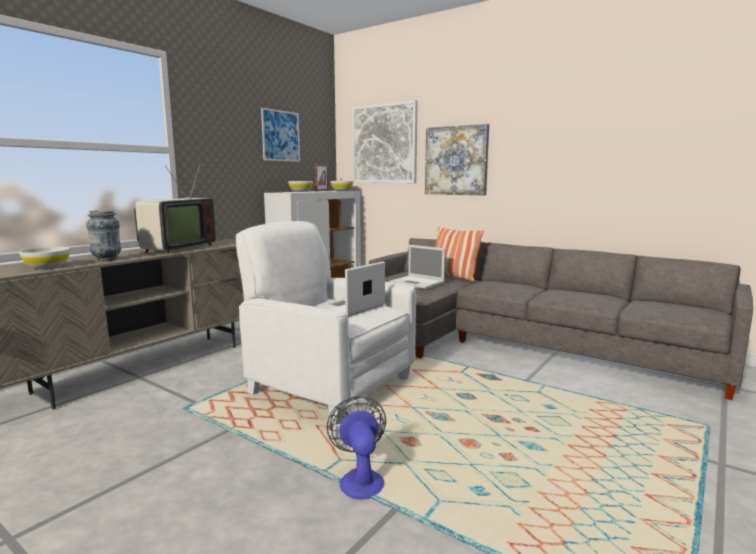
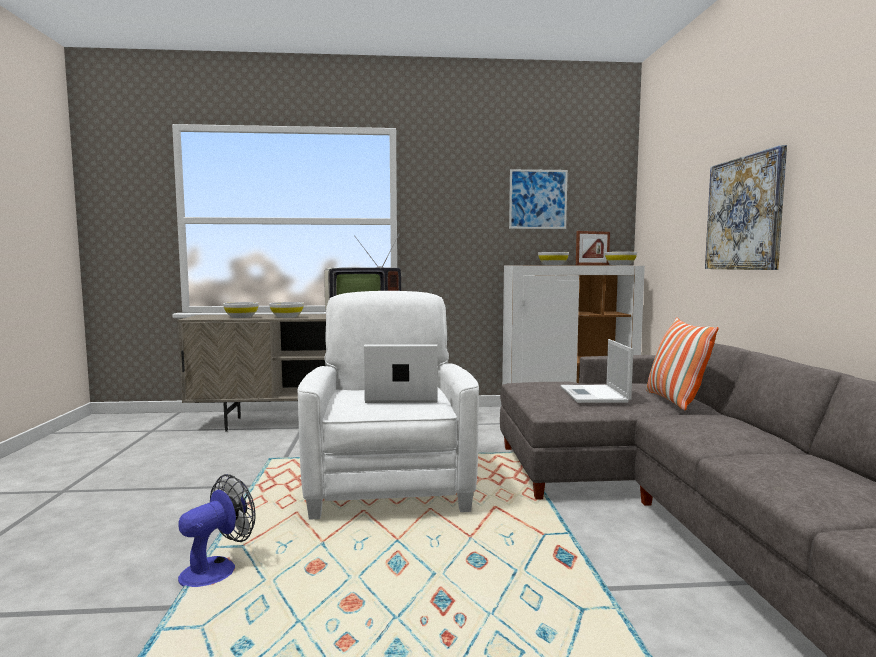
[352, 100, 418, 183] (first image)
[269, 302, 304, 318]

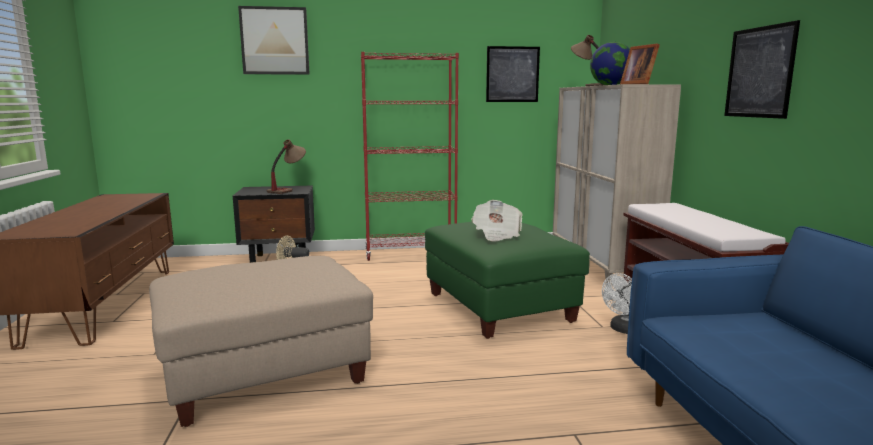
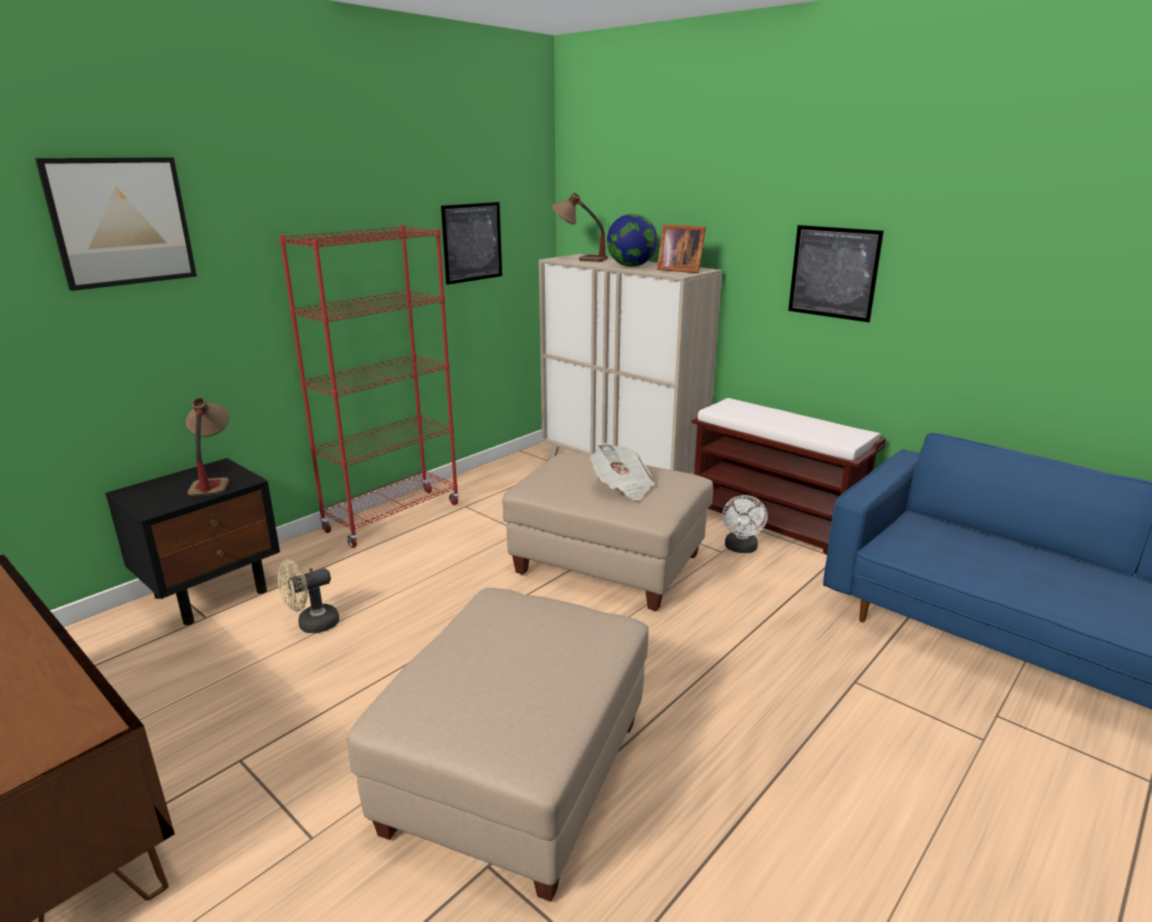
[502, 452, 713, 611]

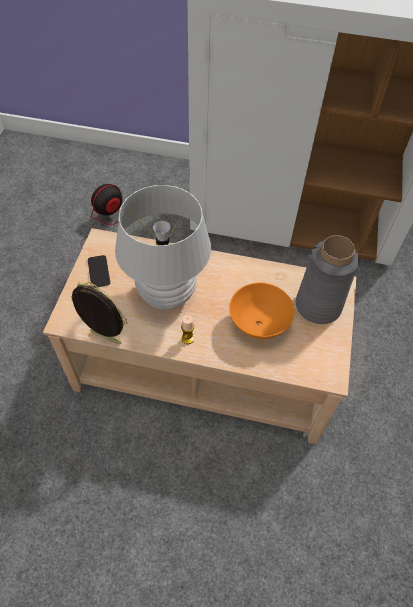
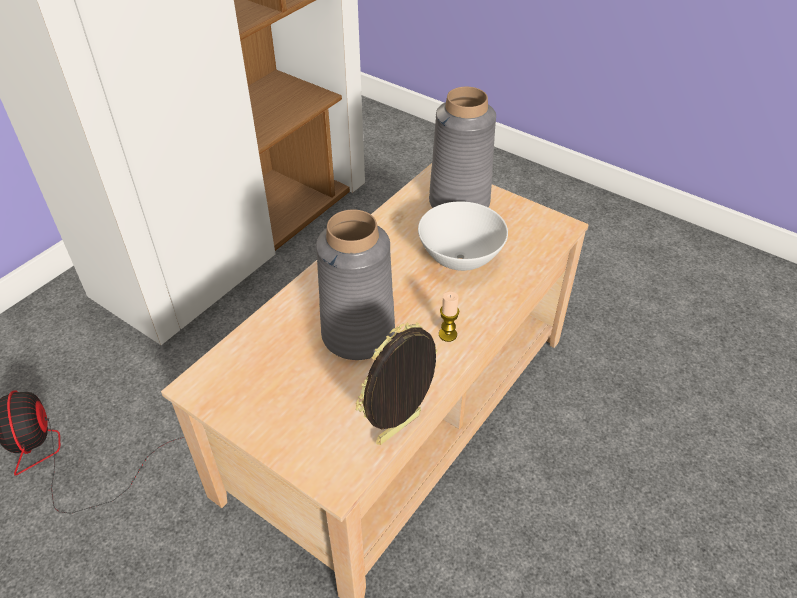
[316, 209, 395, 360]
[88, 255, 110, 288] (first image)
[418, 201, 508, 271]

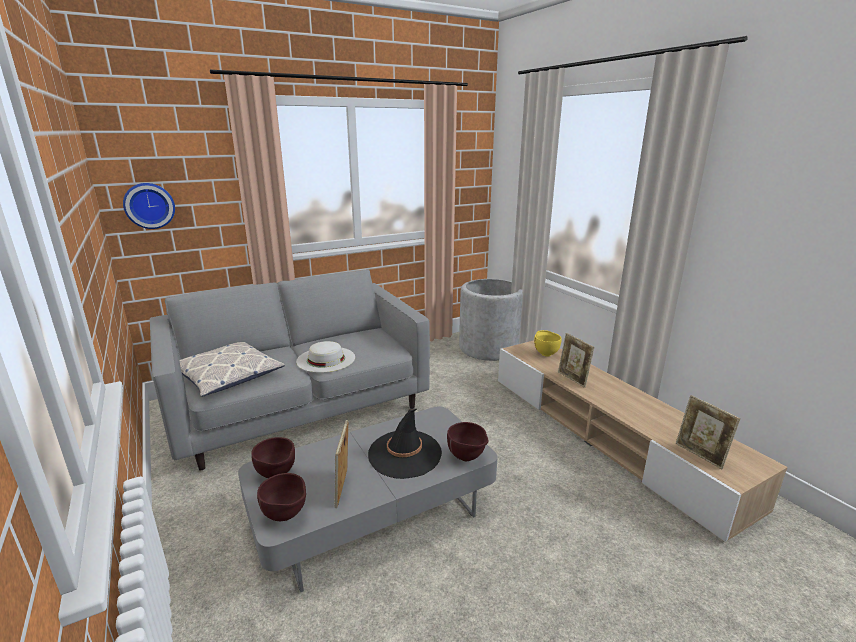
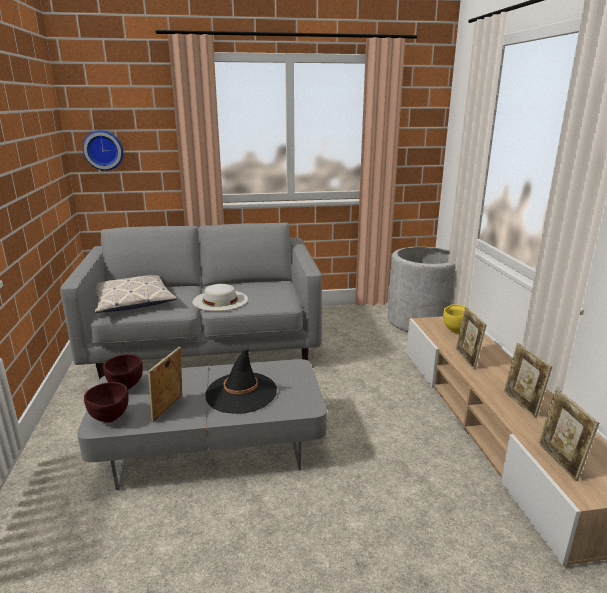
[447, 422, 488, 461] (first image)
[504, 343, 552, 418]

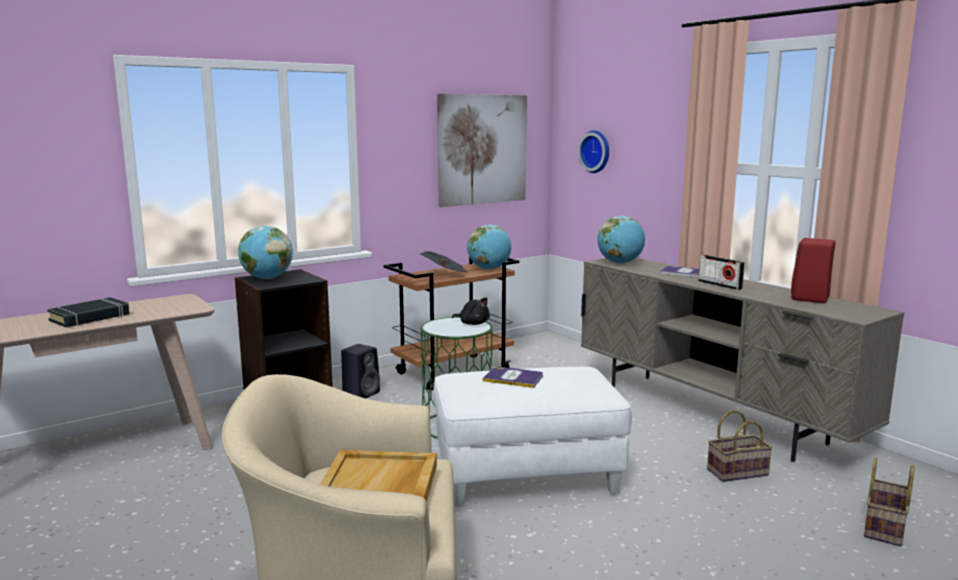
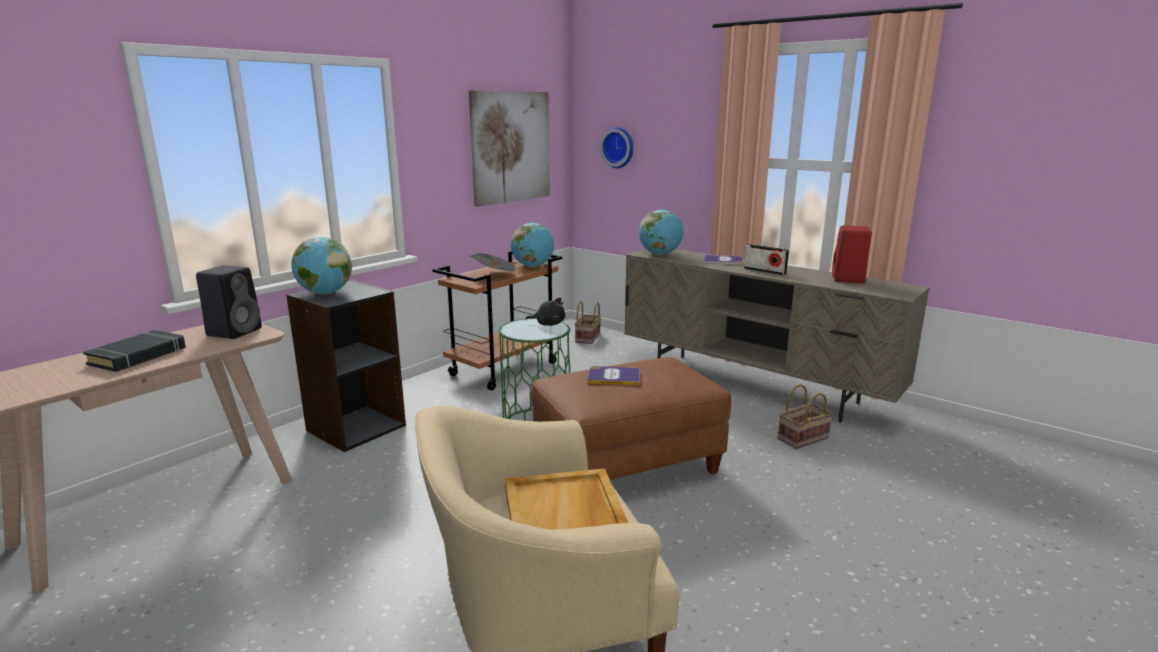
[196, 265, 262, 339]
[531, 357, 731, 480]
[575, 301, 601, 344]

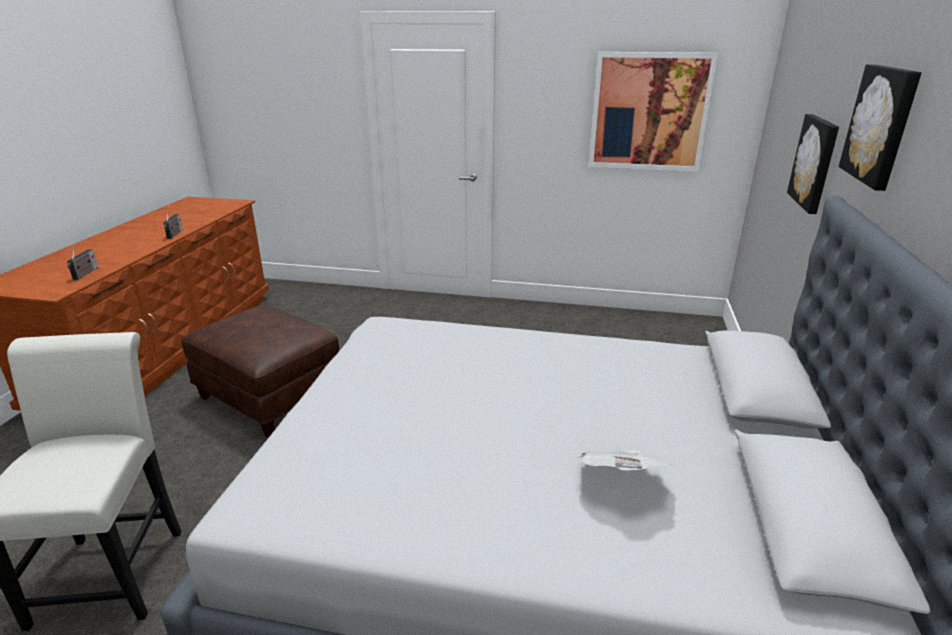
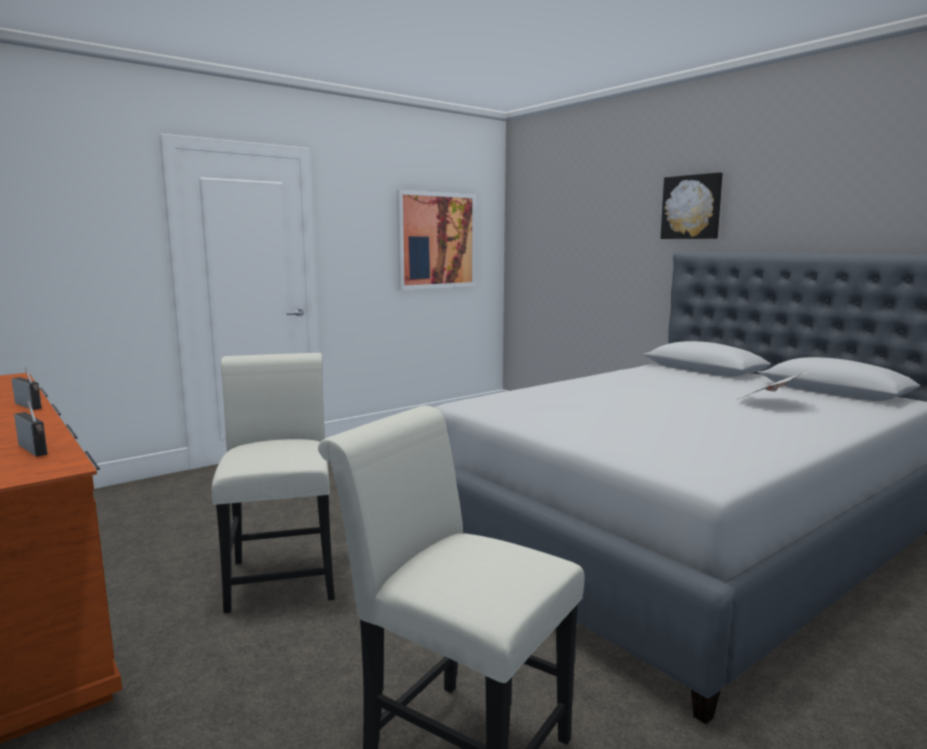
[787, 114, 839, 214] (first image)
[212, 353, 335, 613]

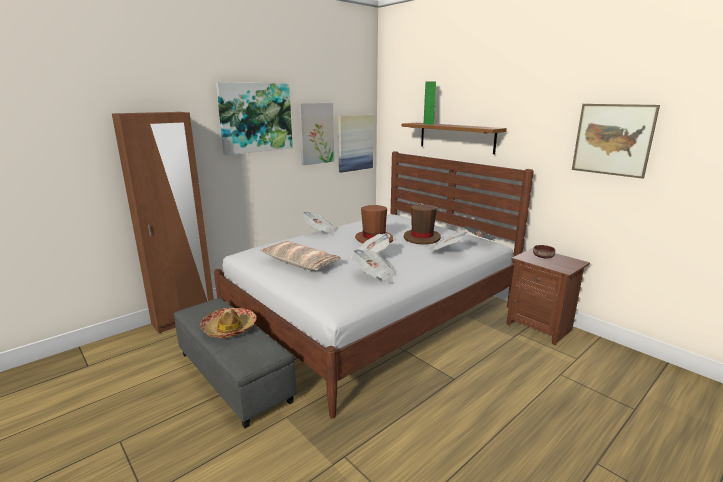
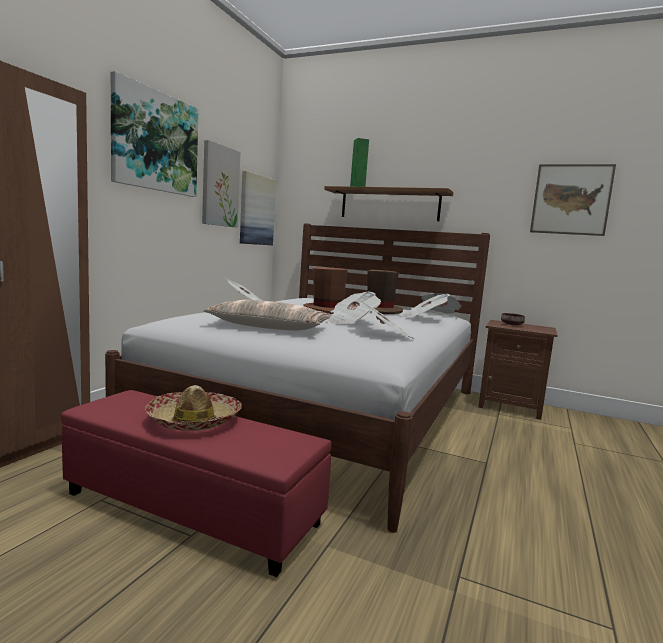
[61, 390, 332, 577]

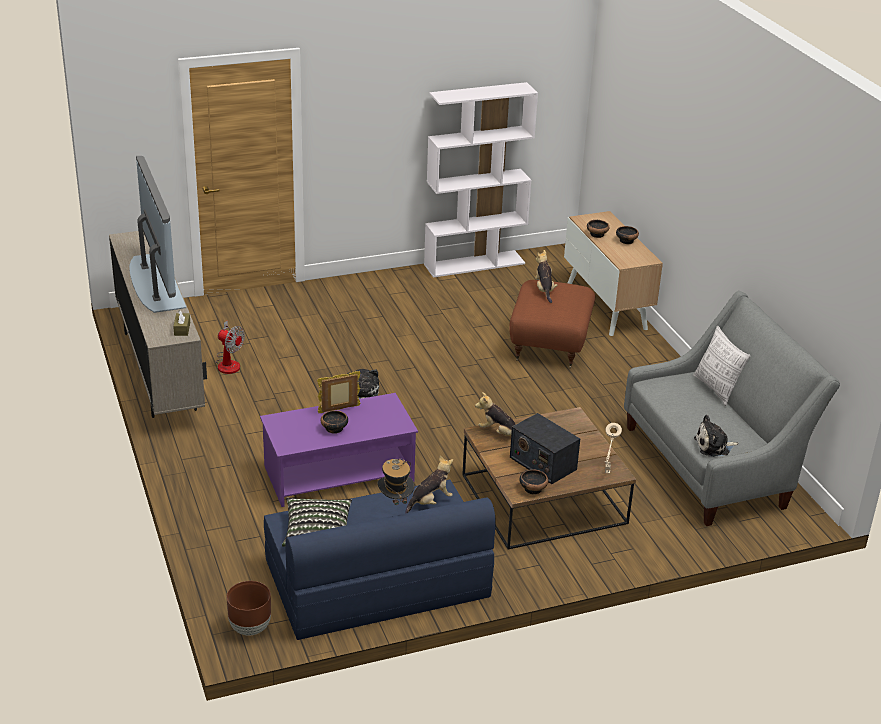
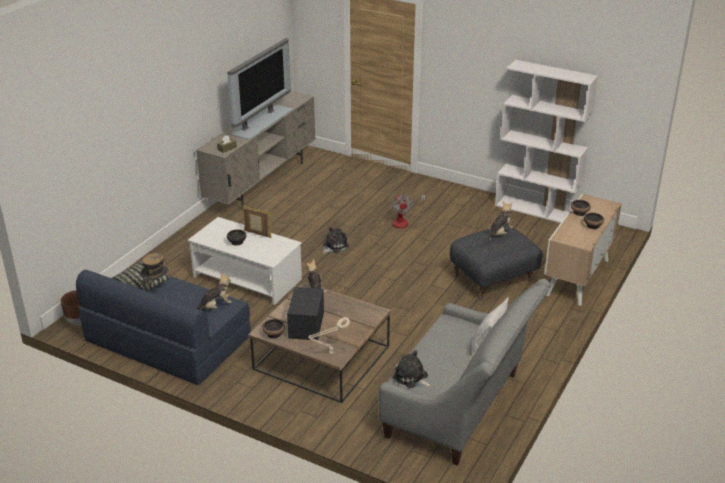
[450, 225, 543, 299]
[392, 194, 425, 228]
[188, 217, 302, 305]
[197, 273, 232, 310]

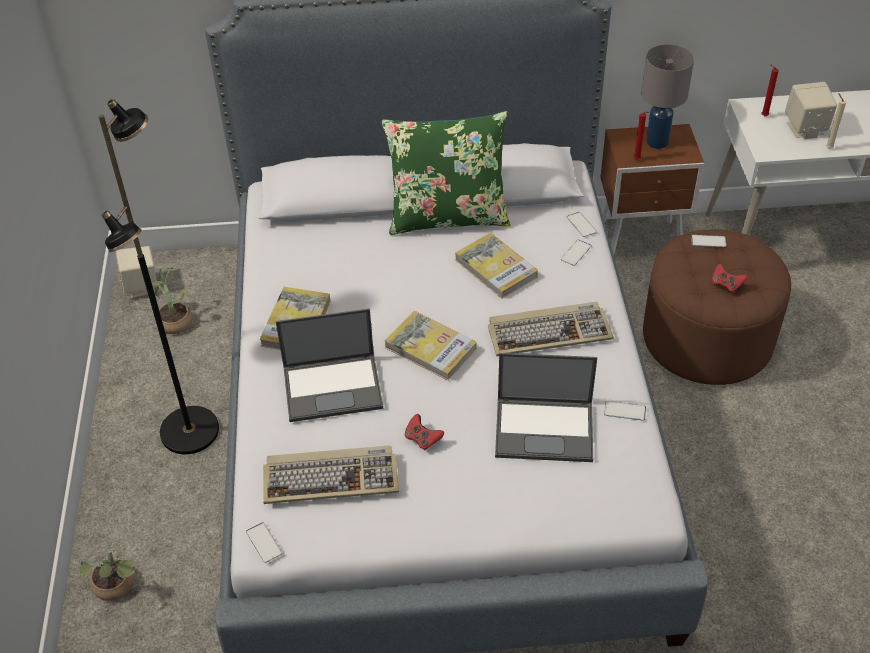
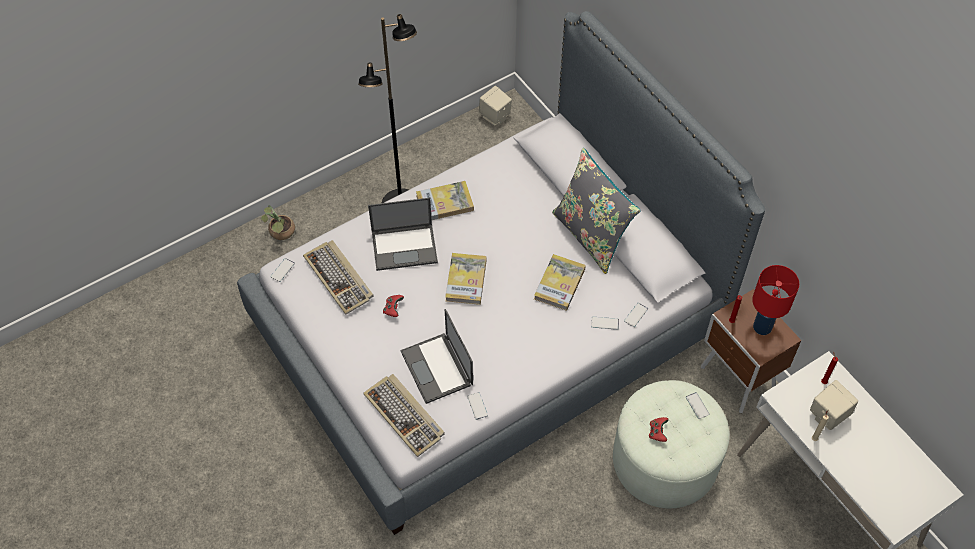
[752, 265, 799, 335]
[552, 148, 641, 274]
[613, 380, 730, 508]
[152, 265, 193, 334] (first image)
[363, 374, 445, 457]
[368, 198, 438, 271]

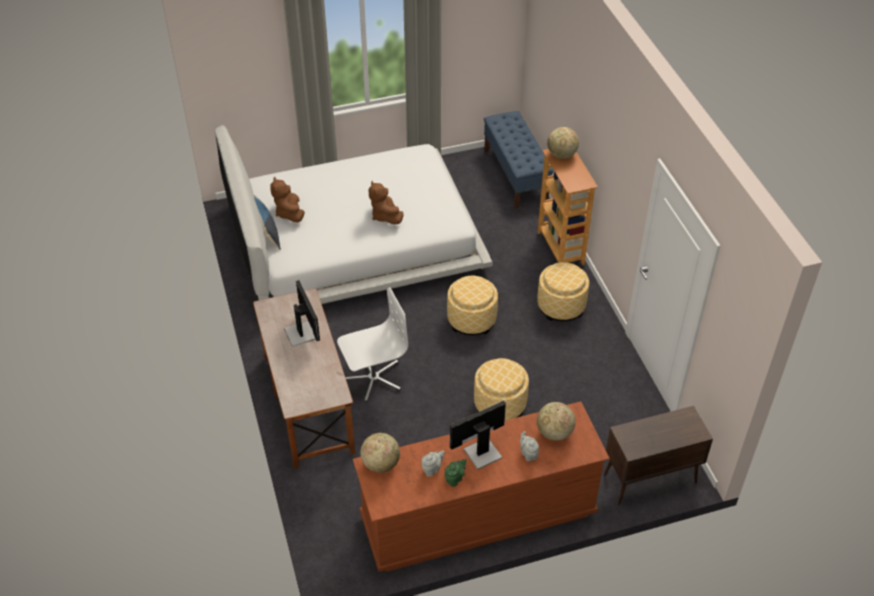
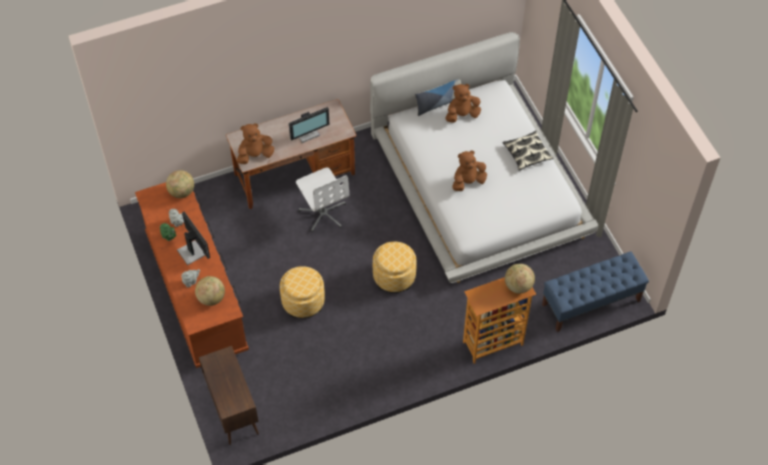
[537, 262, 589, 321] (first image)
[236, 123, 274, 164]
[502, 130, 553, 171]

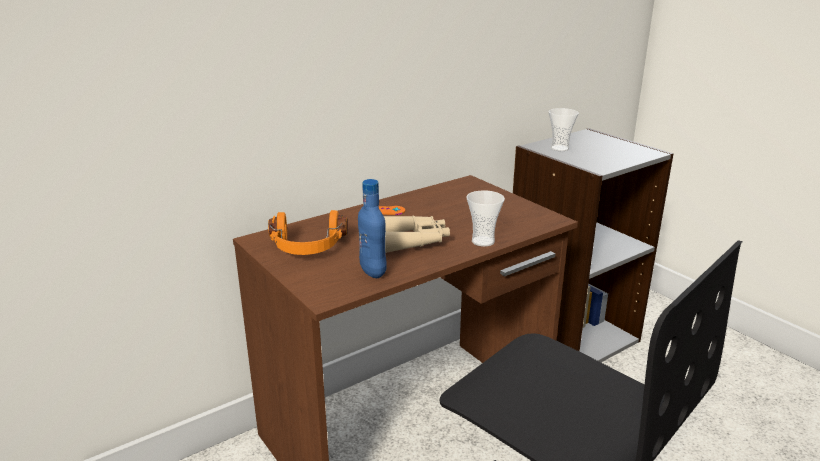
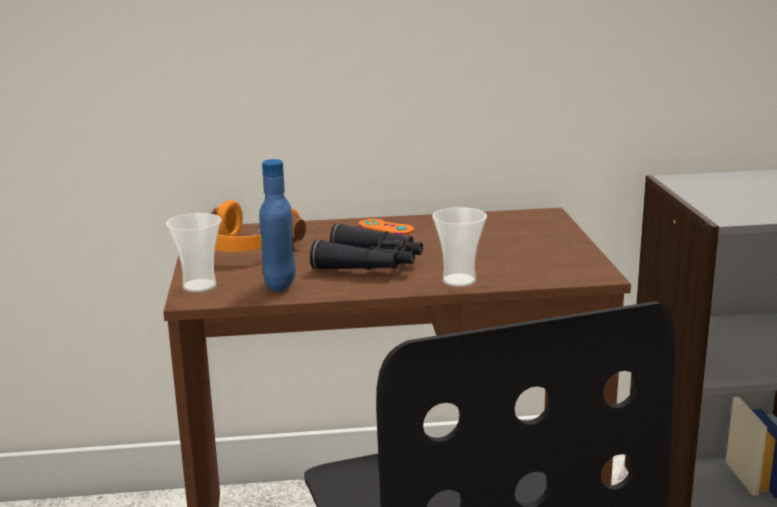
[166, 213, 221, 292]
[310, 223, 423, 270]

